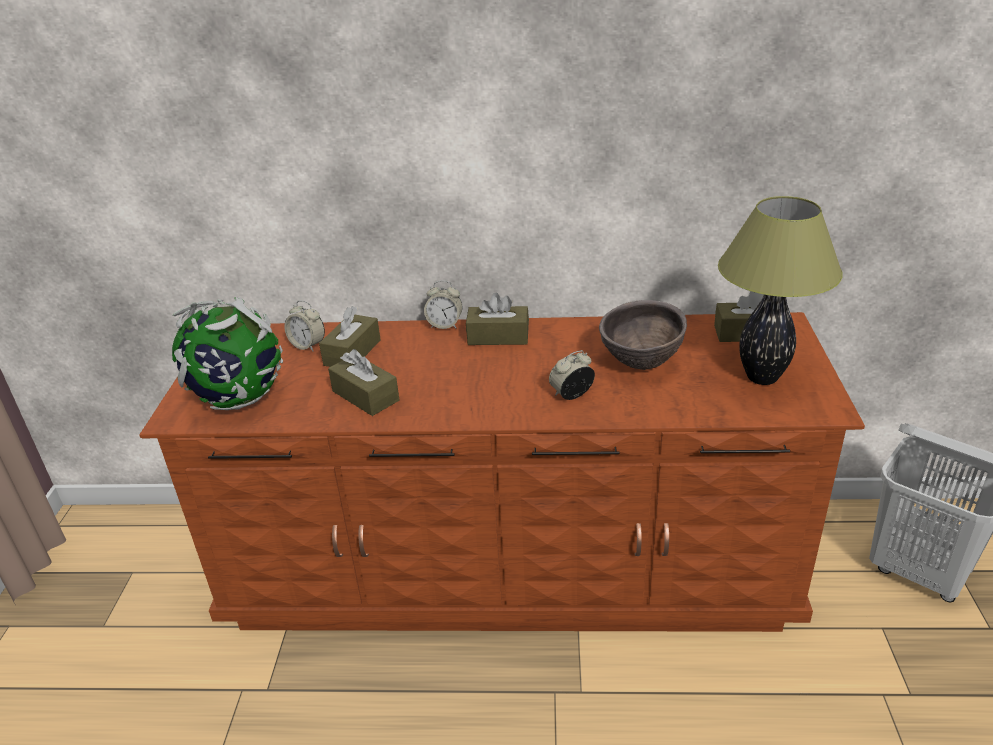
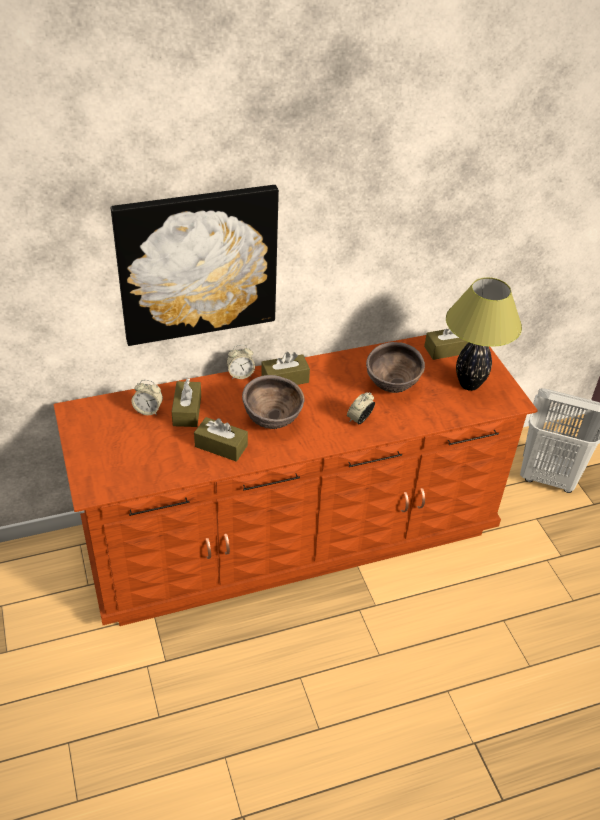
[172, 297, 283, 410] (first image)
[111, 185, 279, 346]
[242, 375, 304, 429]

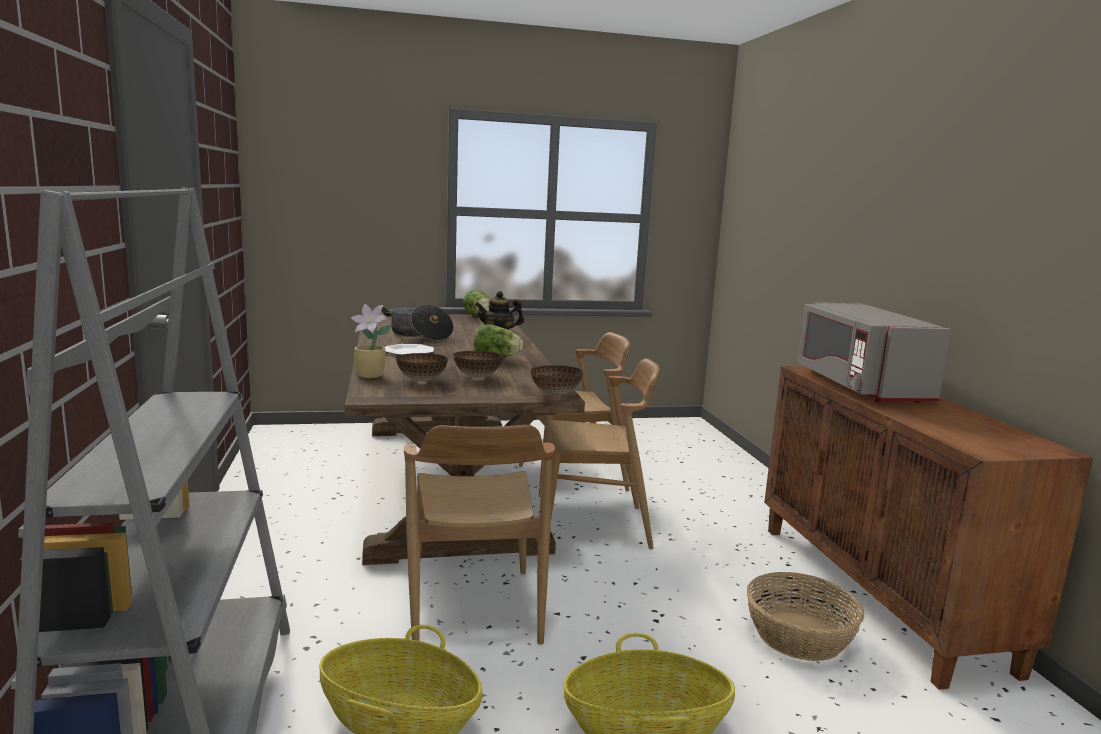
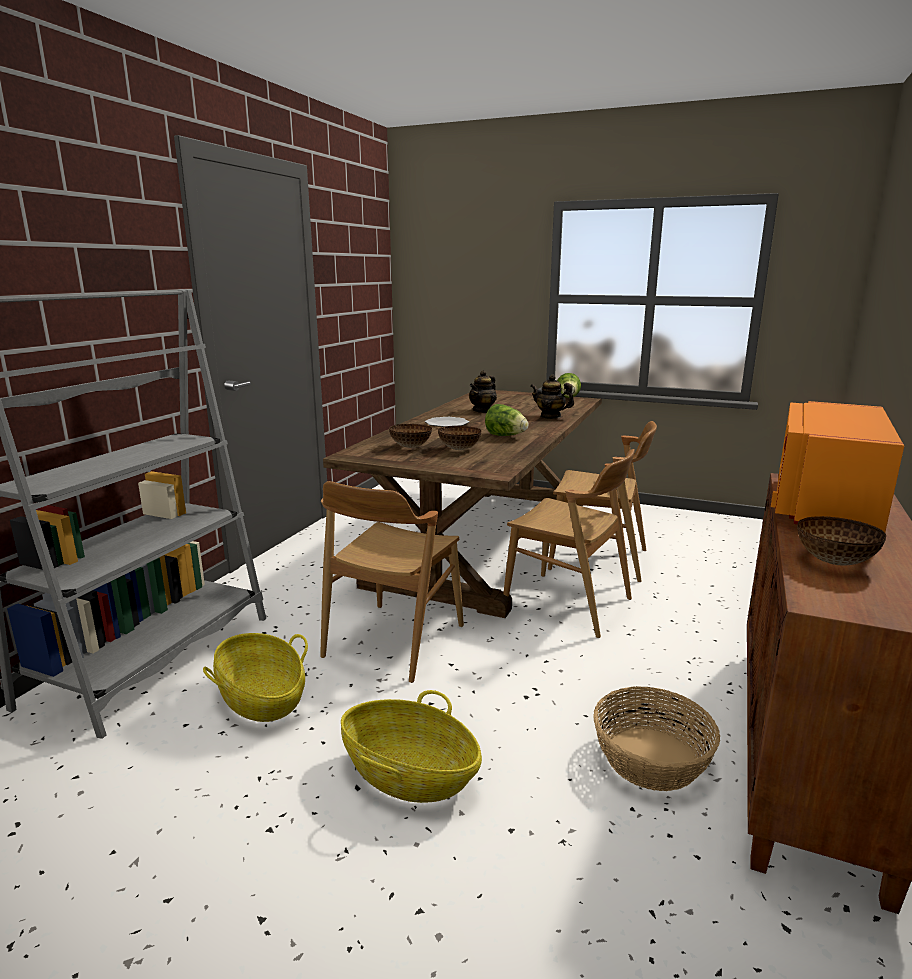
[771, 401, 904, 532]
[351, 304, 391, 378] (first image)
[469, 370, 497, 413]
[797, 516, 886, 565]

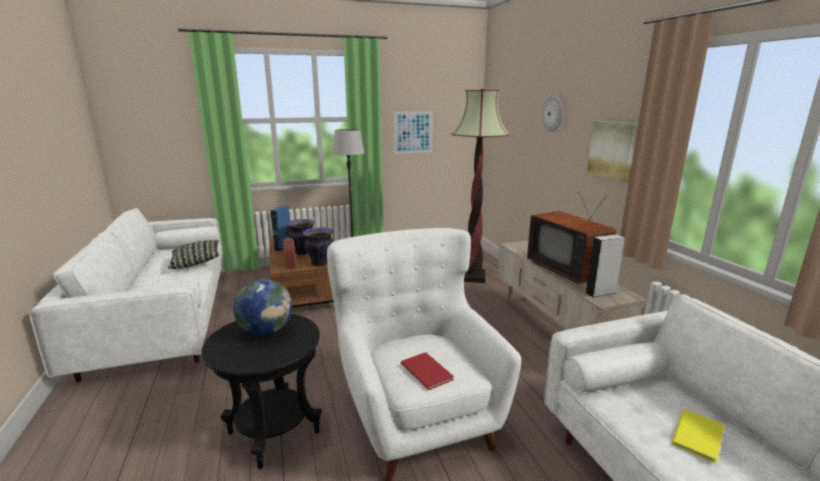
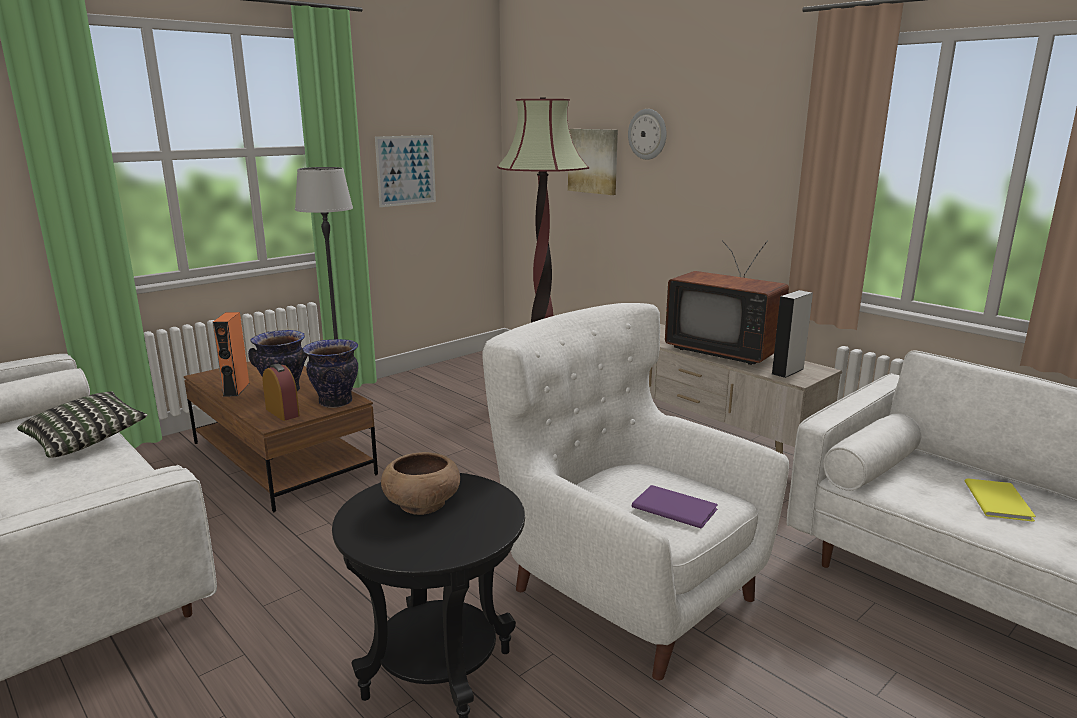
[568, 129, 618, 195]
[213, 312, 250, 397]
[381, 452, 460, 515]
[632, 485, 718, 529]

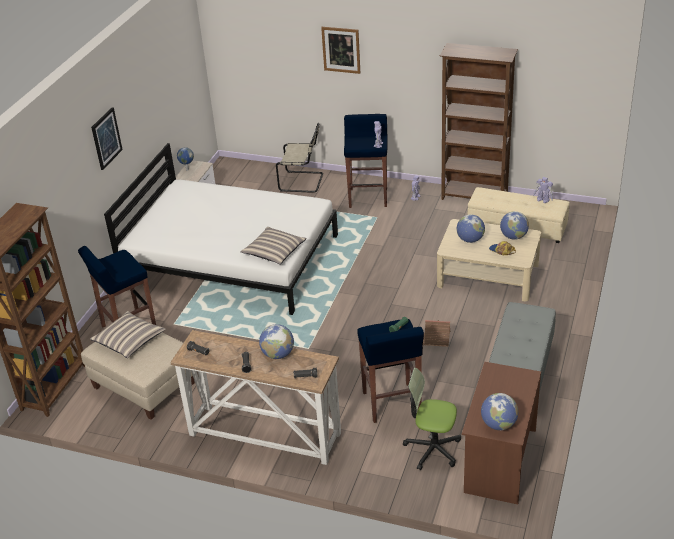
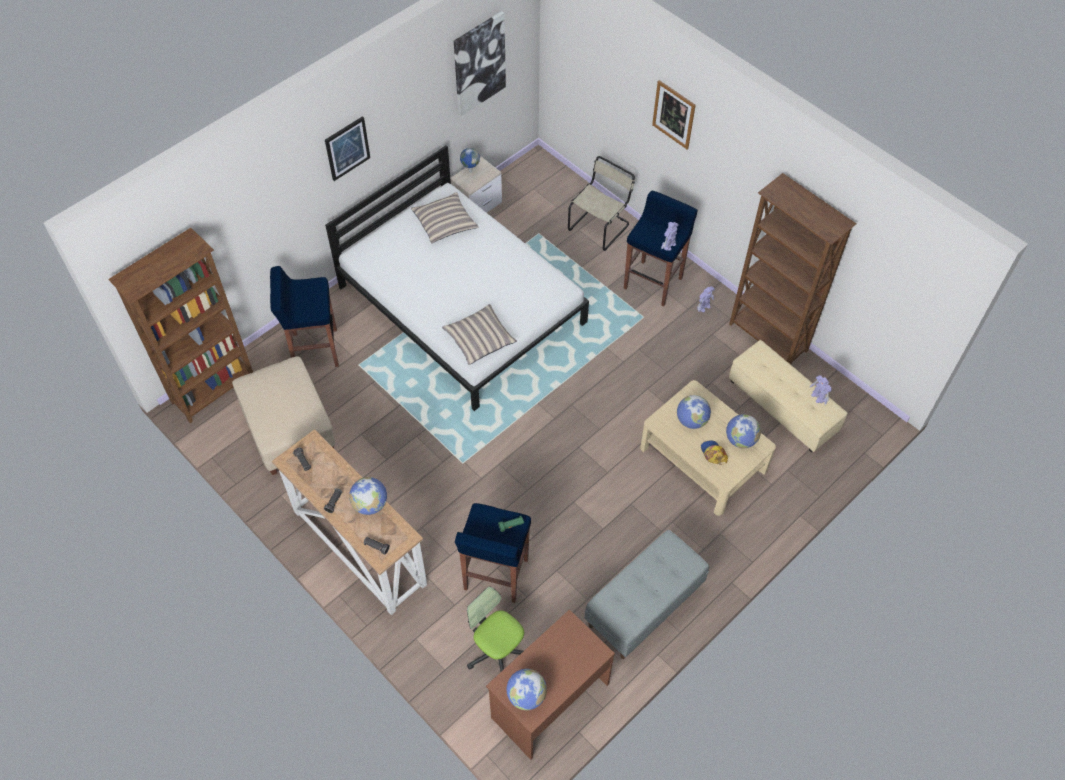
[568, 156, 635, 251]
[411, 192, 478, 244]
[423, 320, 450, 347] (first image)
[454, 11, 506, 116]

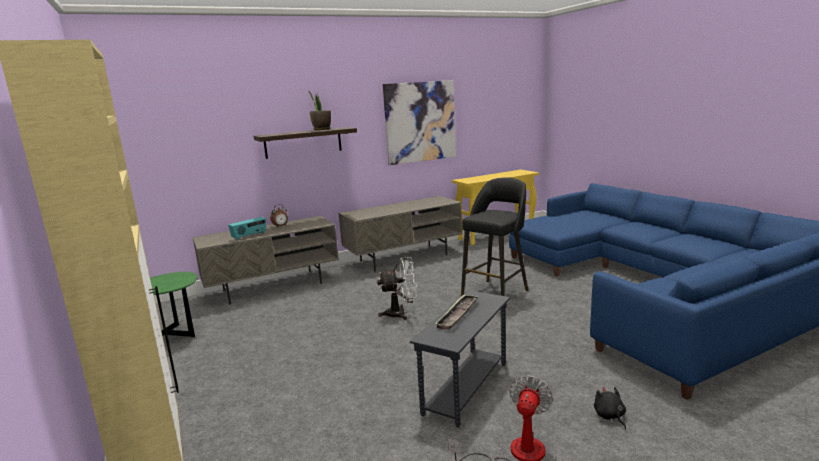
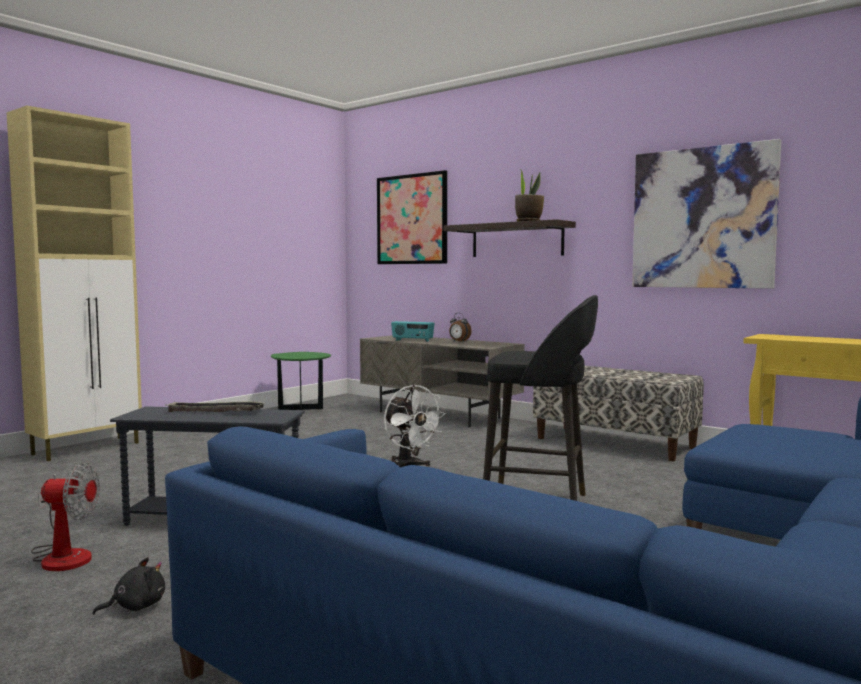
[533, 366, 704, 461]
[377, 170, 447, 264]

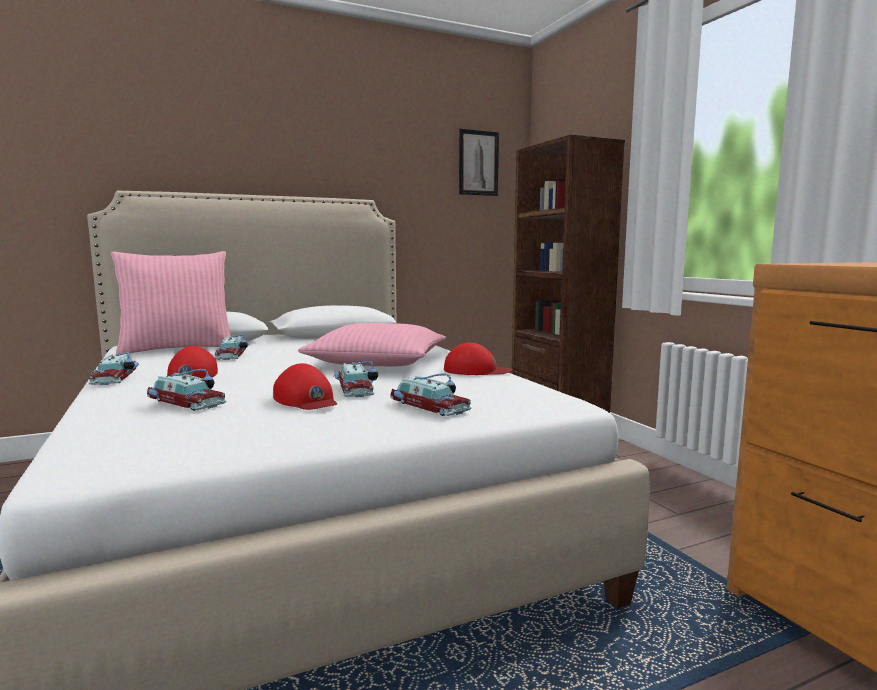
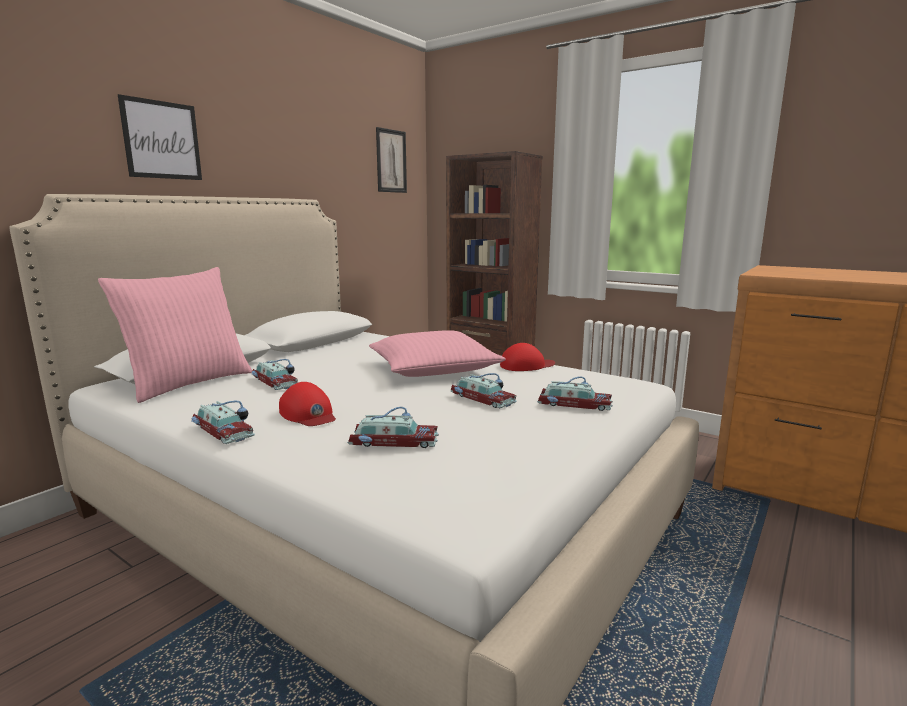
[273, 363, 337, 410] (first image)
[118, 94, 202, 180]

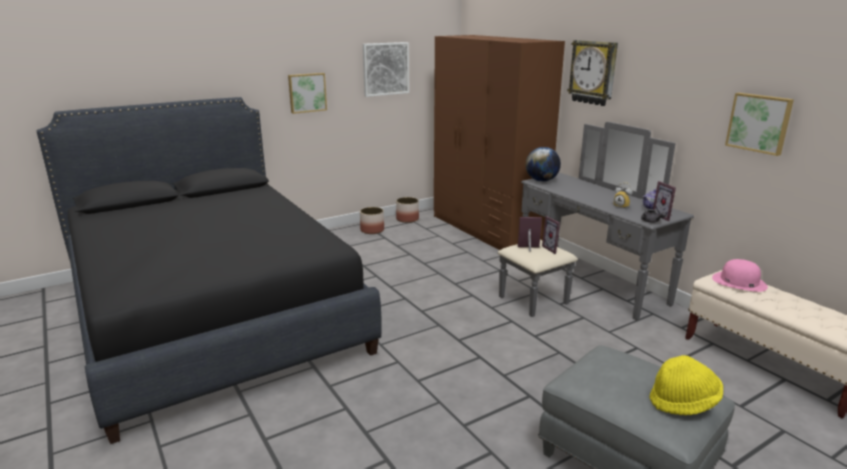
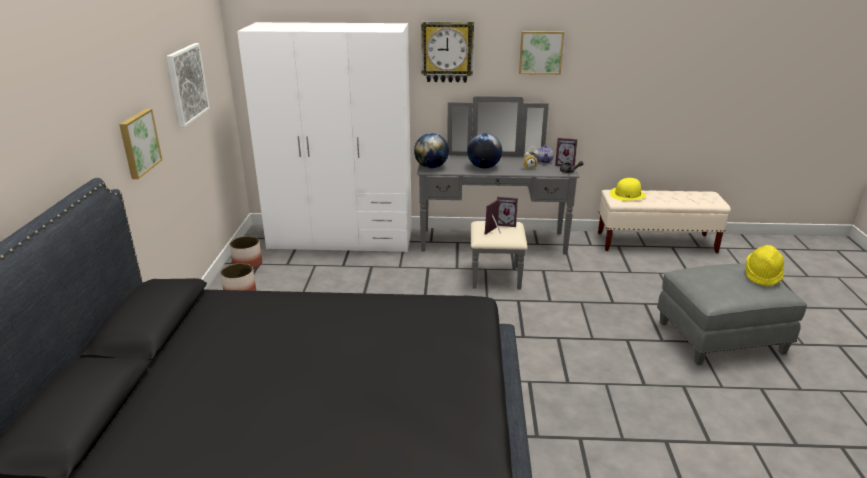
[237, 22, 412, 252]
[519, 31, 564, 75]
[609, 178, 646, 201]
[467, 133, 502, 169]

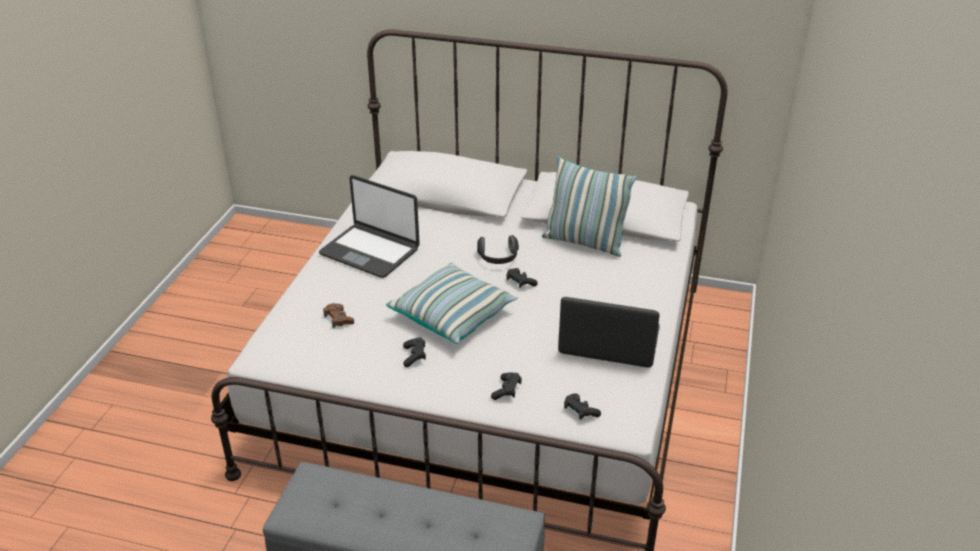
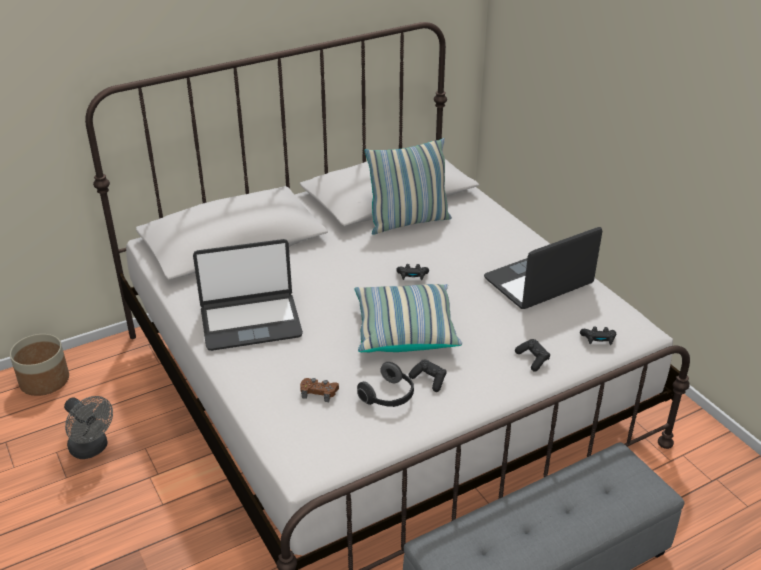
[357, 362, 414, 407]
[10, 334, 69, 396]
[64, 396, 113, 459]

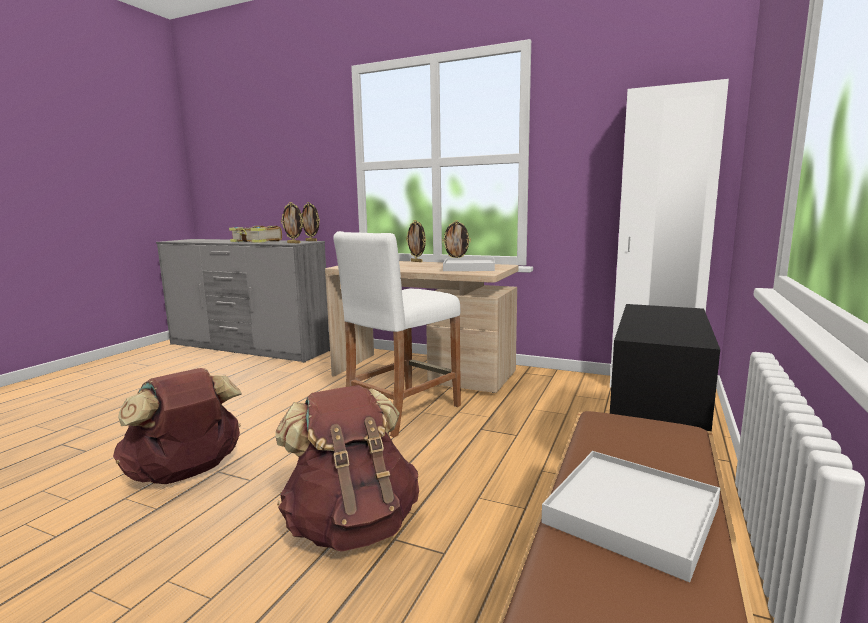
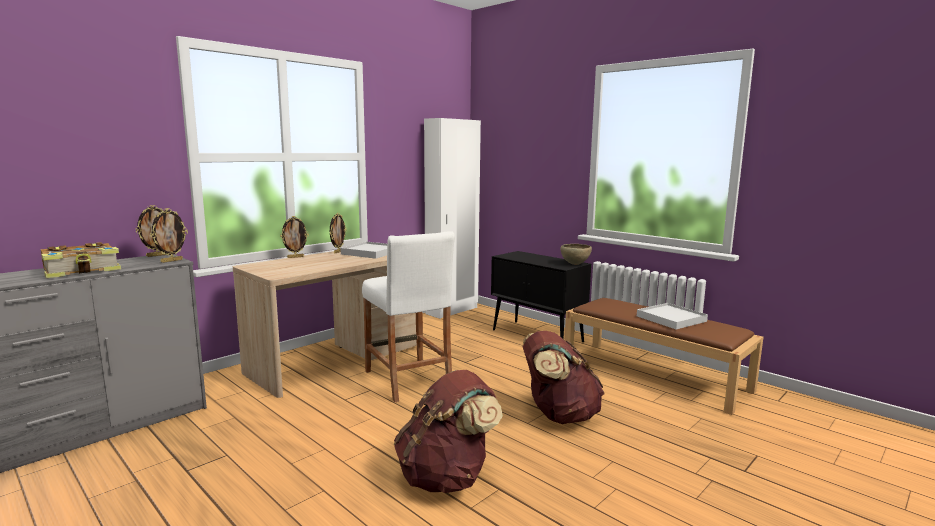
[560, 244, 592, 265]

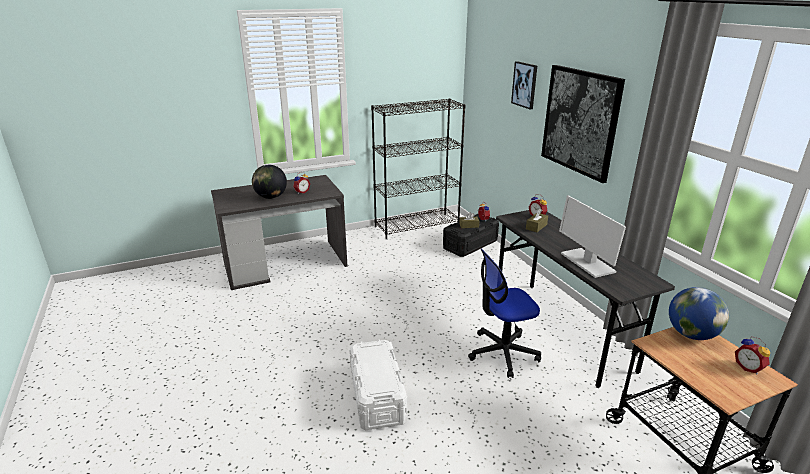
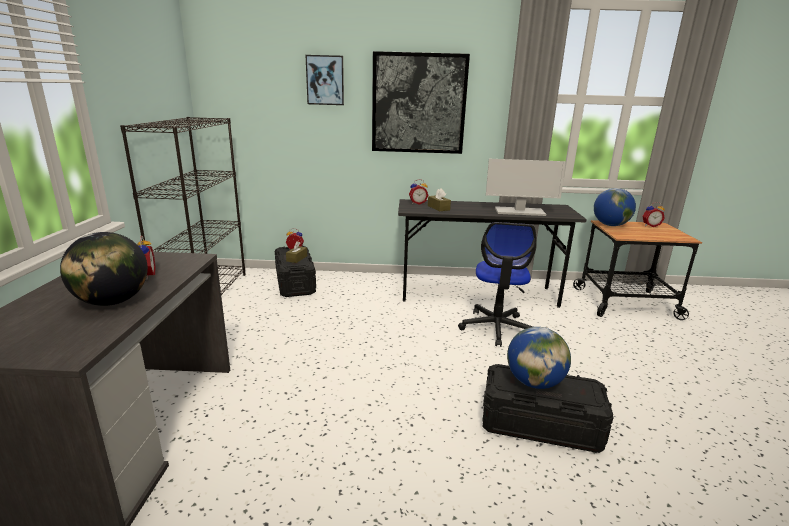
[482, 364, 614, 453]
[507, 327, 571, 389]

